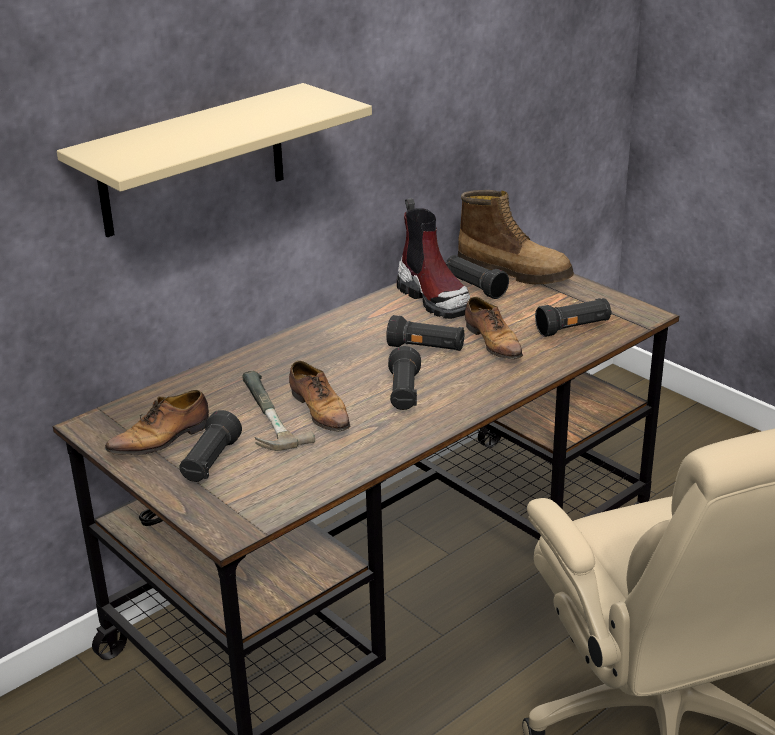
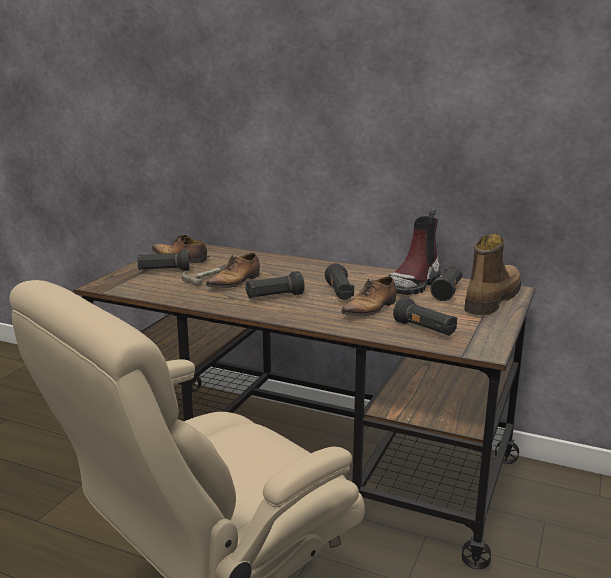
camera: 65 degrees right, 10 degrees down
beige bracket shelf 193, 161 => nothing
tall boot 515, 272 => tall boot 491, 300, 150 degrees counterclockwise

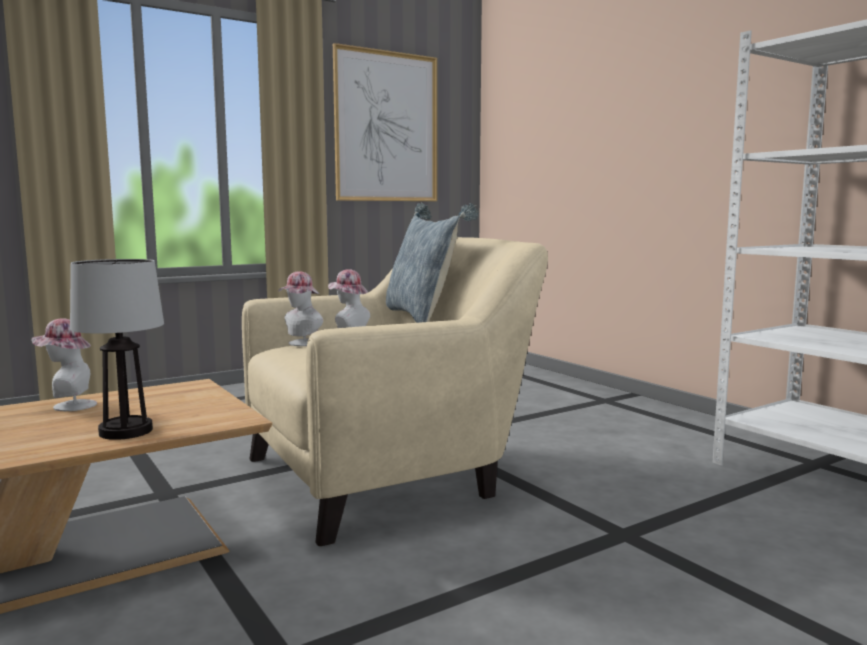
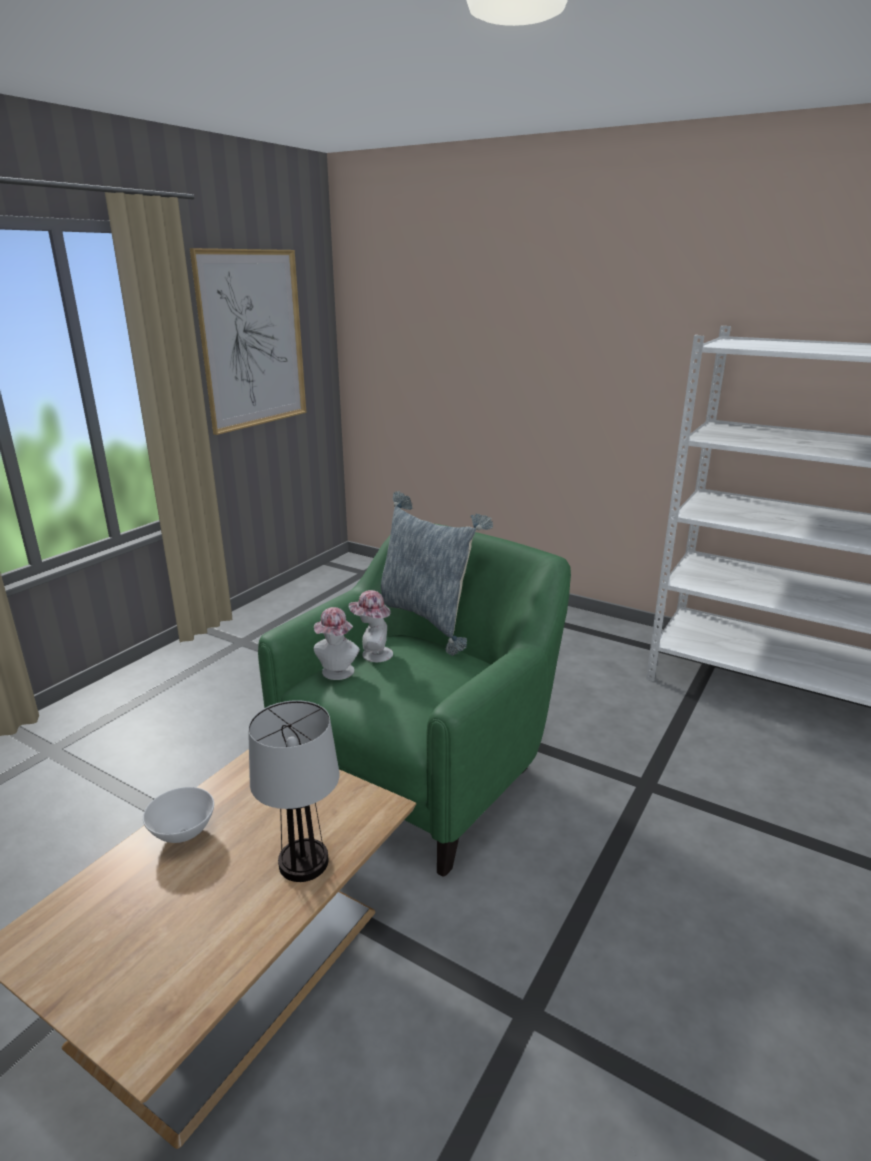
camera: 25 degrees left, 15 degrees up
wearable hat 69, 406 => white serving bowl 183, 834
beige easy chair 389, 475 => greenish easy chair 422, 764

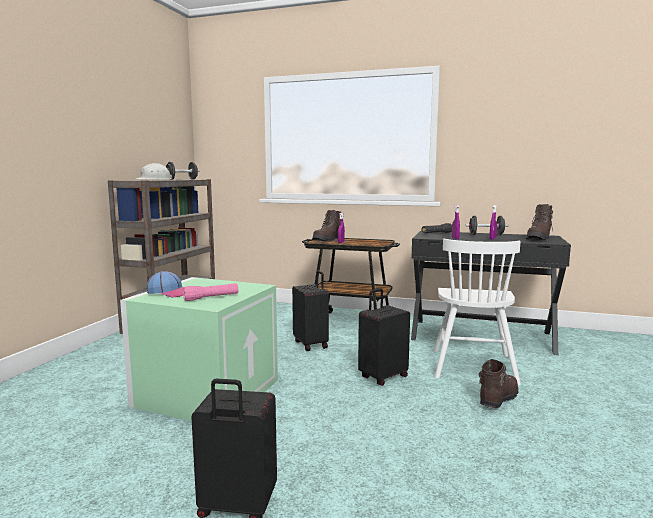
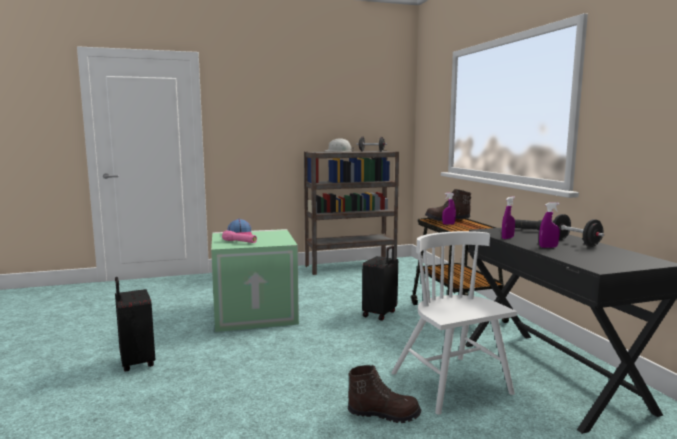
camera: 55 degrees right, 0 degrees up
black-coloured suitcase 382, 377 => nothing
white chair 472, 364 => white chair 454, 386, 90 degrees clockwise
brown-coloured tall boot 539, 238 => nothing

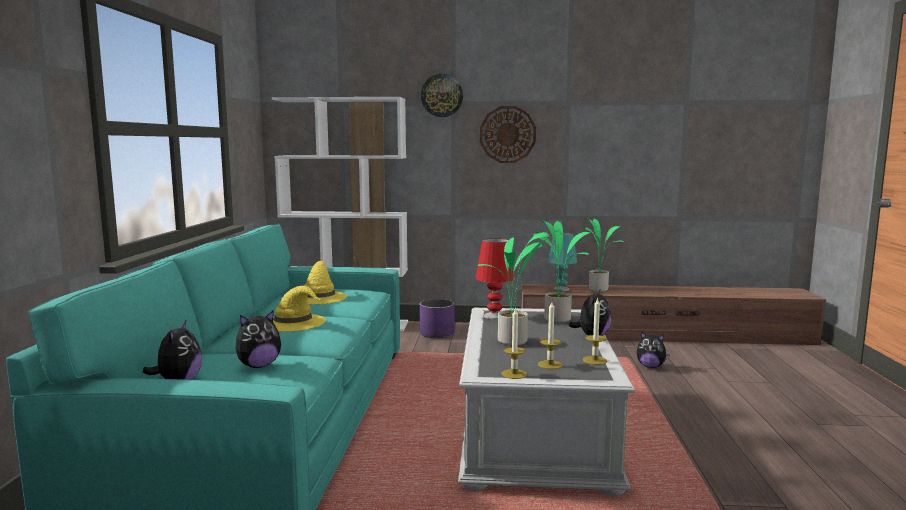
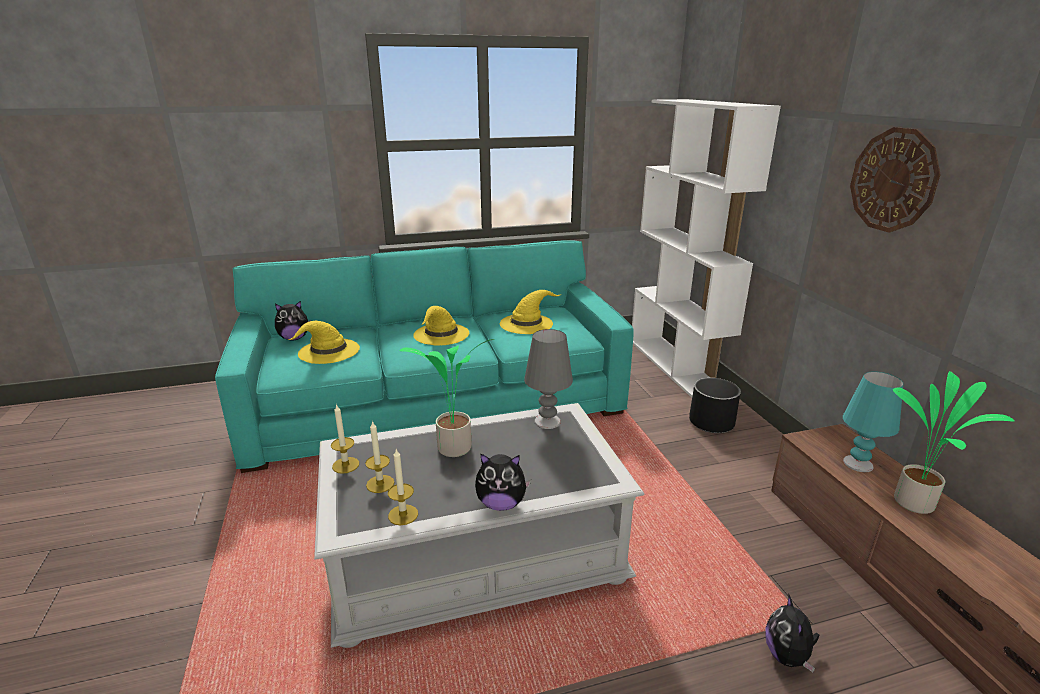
camera: 70 degrees right, 15 degrees up
plush toy 258, 366 => yellow wearable hat 328, 351
purple plant pot 437, 334 => black-coloured plant pot 712, 423
wall clock 442, 95 => nothing
red-coloured tabletop lamp 494, 316 => gray tabletop lamp 547, 421
plant in a pot 557, 319 => nothing

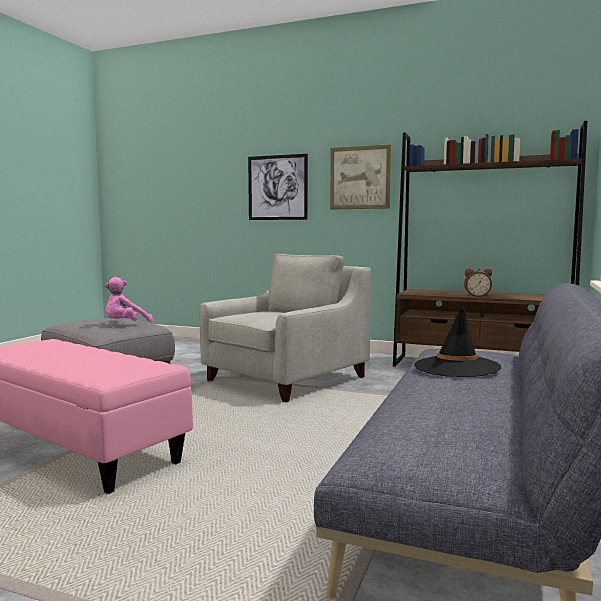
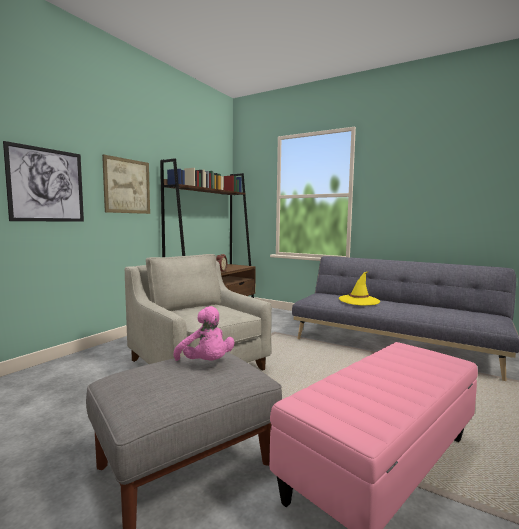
camera: 80 degrees left, 0 degrees up
black-coloured wearable hat 456, 367 => yellow wearable hat 359, 300

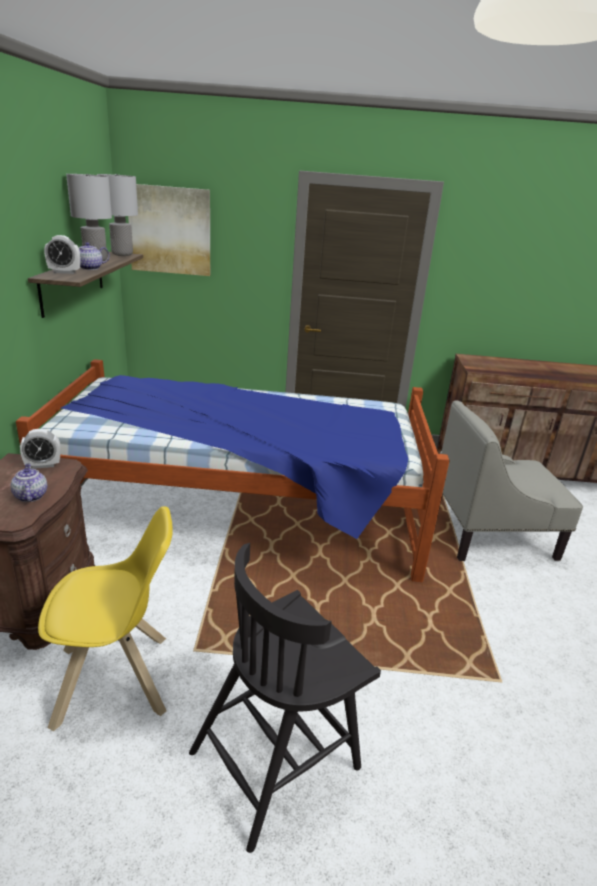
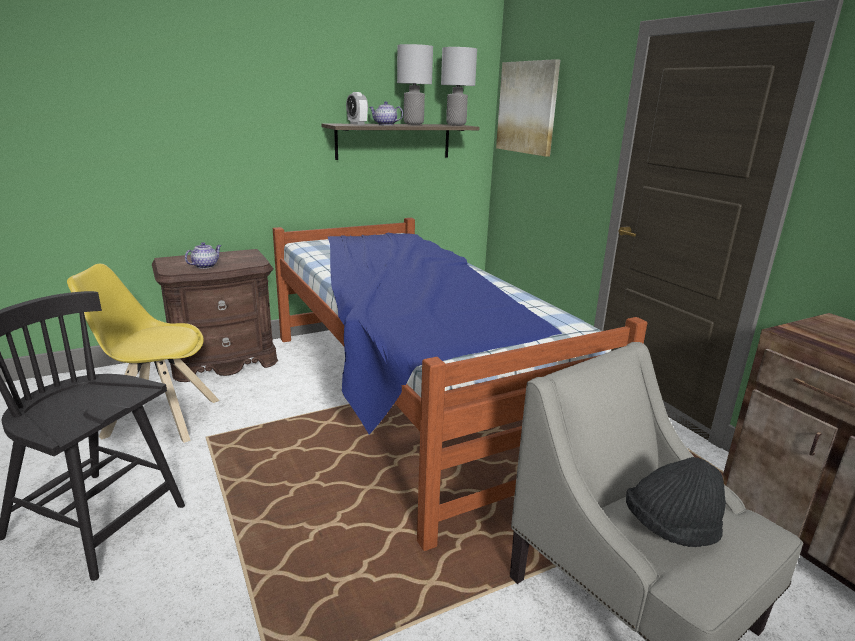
camera: 60 degrees right, 5 degrees down
bedside clock 43, 465 => nothing
yellow chair 117, 679 => yellow chair 159, 418, 135 degrees clockwise
nothing => black-coloured wearable hat 670, 528

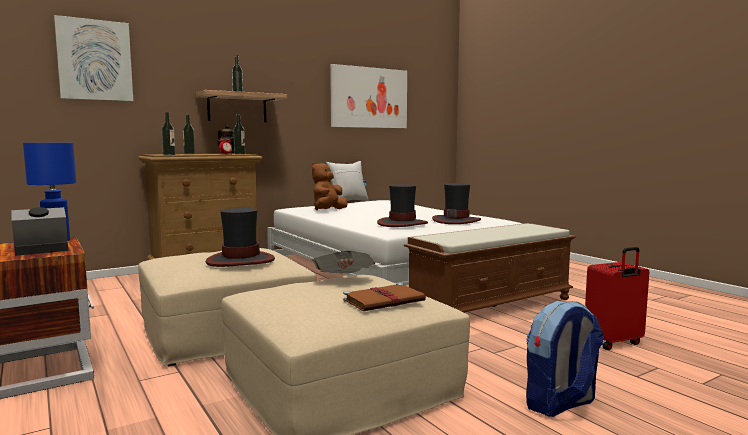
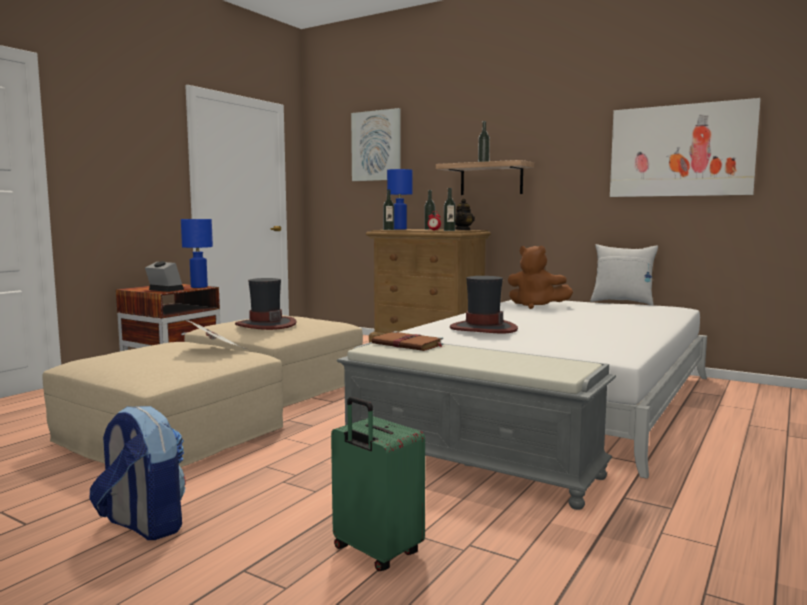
camera: 65 degrees right, 0 degrees up
brown-coloured plush toy 328, 211 => brown-coloured plush toy 536, 306, 150 degrees counterclockwise
brown-coloured volume 385, 300 => brown-coloured volume 408, 344, shifted
brown-coloured bench 491, 305 => gray bench 470, 463
wearable hat 456, 220 => nothing
red-coloured suitcase 613, 343 => greenish suitcase 375, 552
nothing => blue-coloured tabletop lamp 399, 229

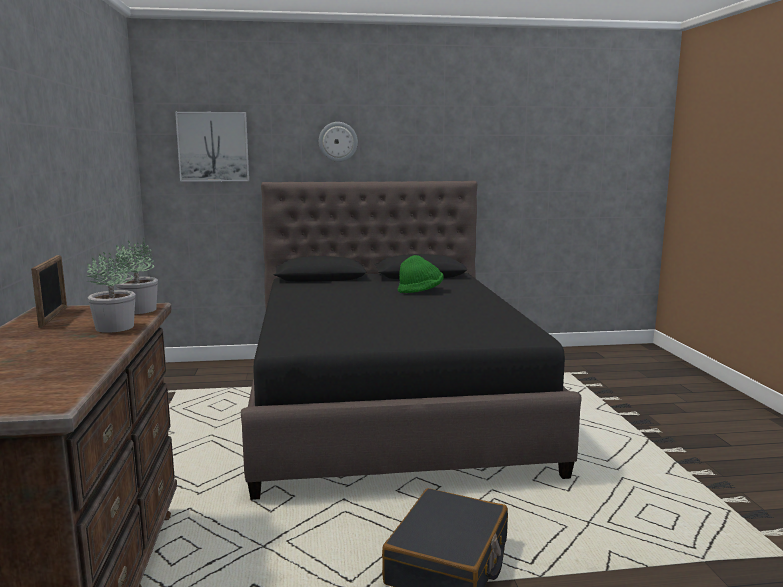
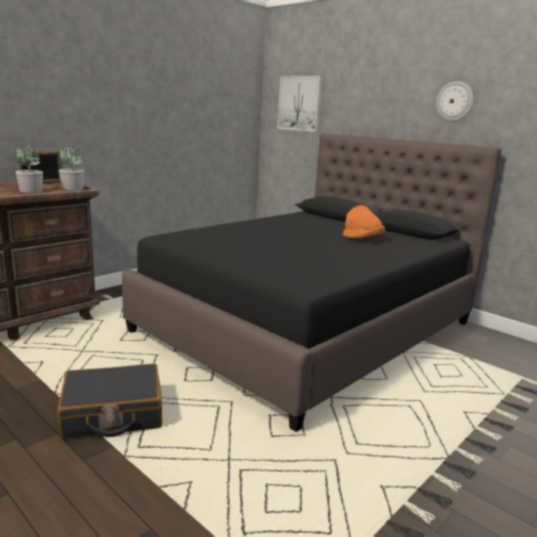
camera: 50 degrees right, 5 degrees up
wall clock 338, 141 => wall clock 455, 101, shifted
greenish wearable hat 420, 291 => orangey wearable hat 362, 239

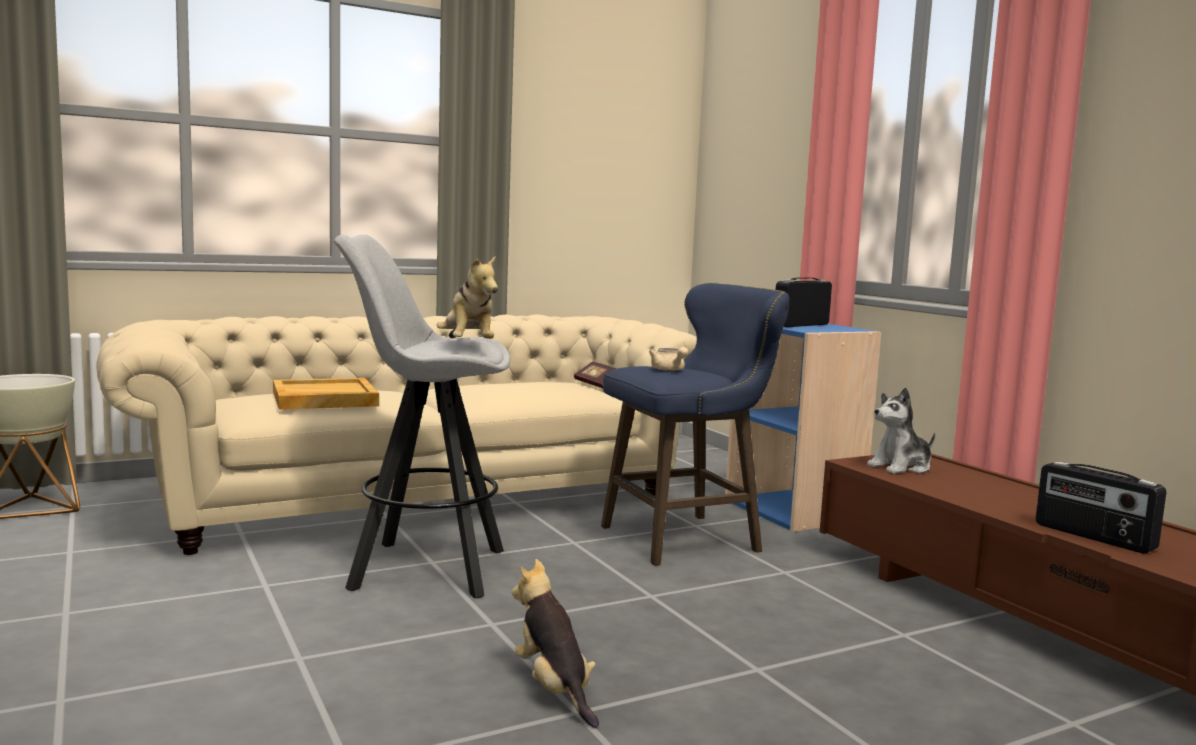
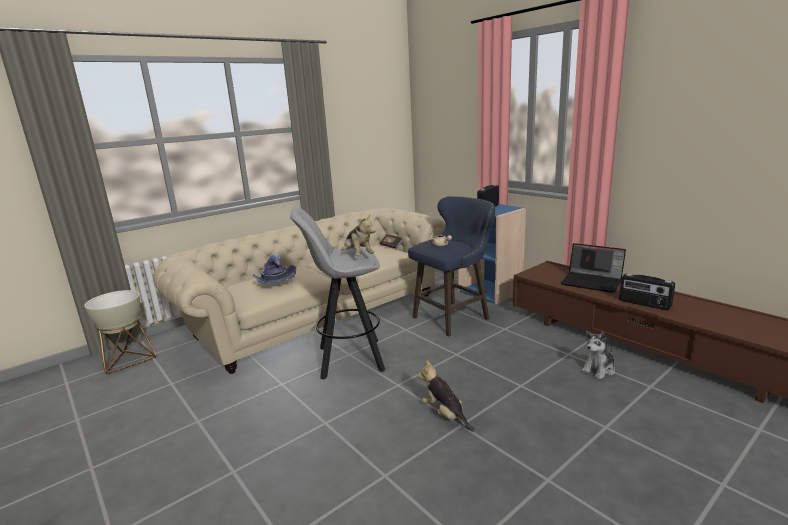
camera: 10 degrees left, 10 degrees up
beige serving tray 323, 399 => purple wearable hat 274, 283
plush toy 901, 467 => plush toy 599, 370, shifted
nothing => notebook computer 592, 282

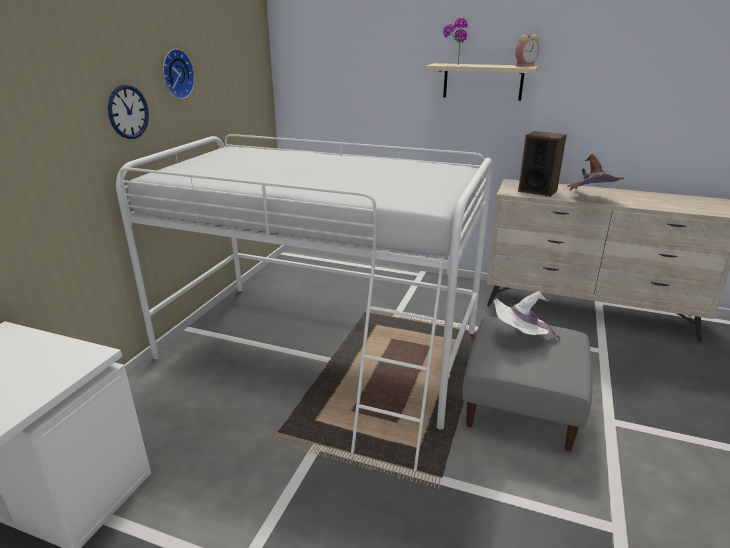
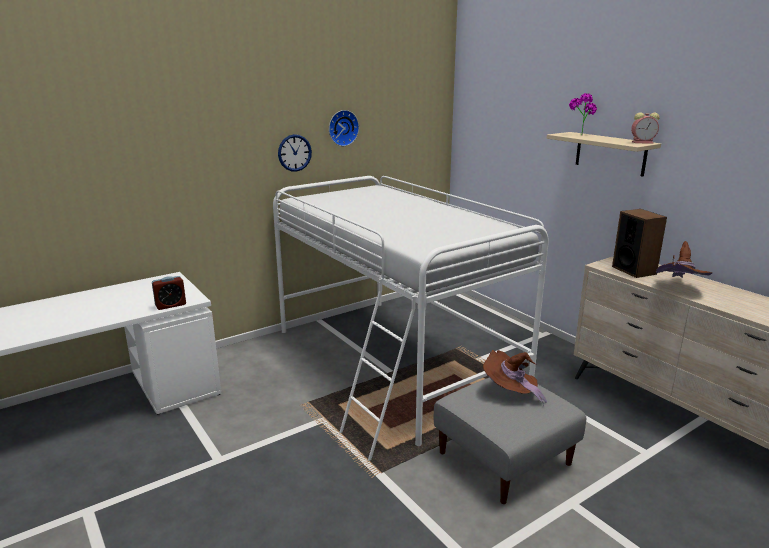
camera: 35 degrees right, 5 degrees down
white wearable hat 519, 337 => brown-coloured wearable hat 511, 392
nothing => bedside clock 170, 305

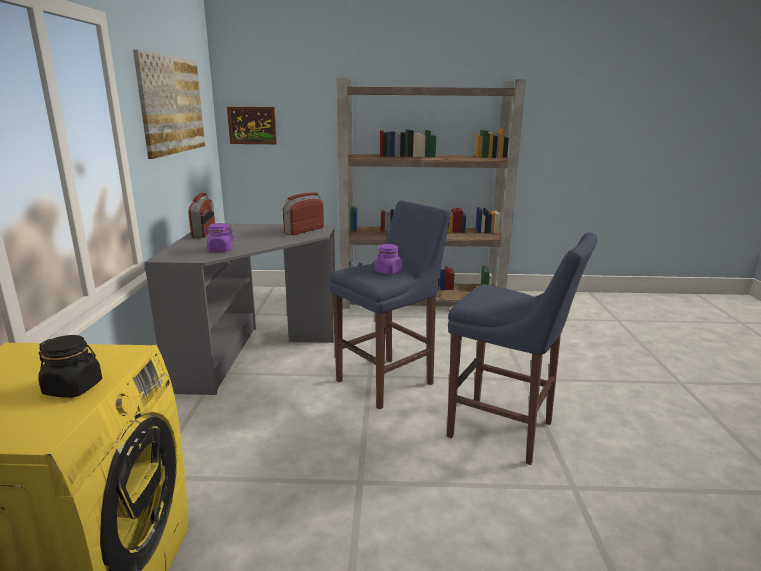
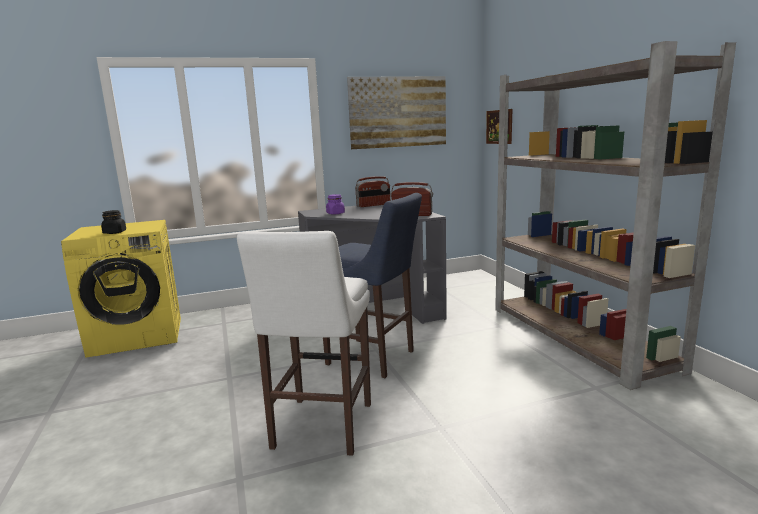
camera: 70 degrees right, 5 degrees down
purple jar 388, 271 => nothing
blue-coloured stool 506, 431 => white stool 320, 428

